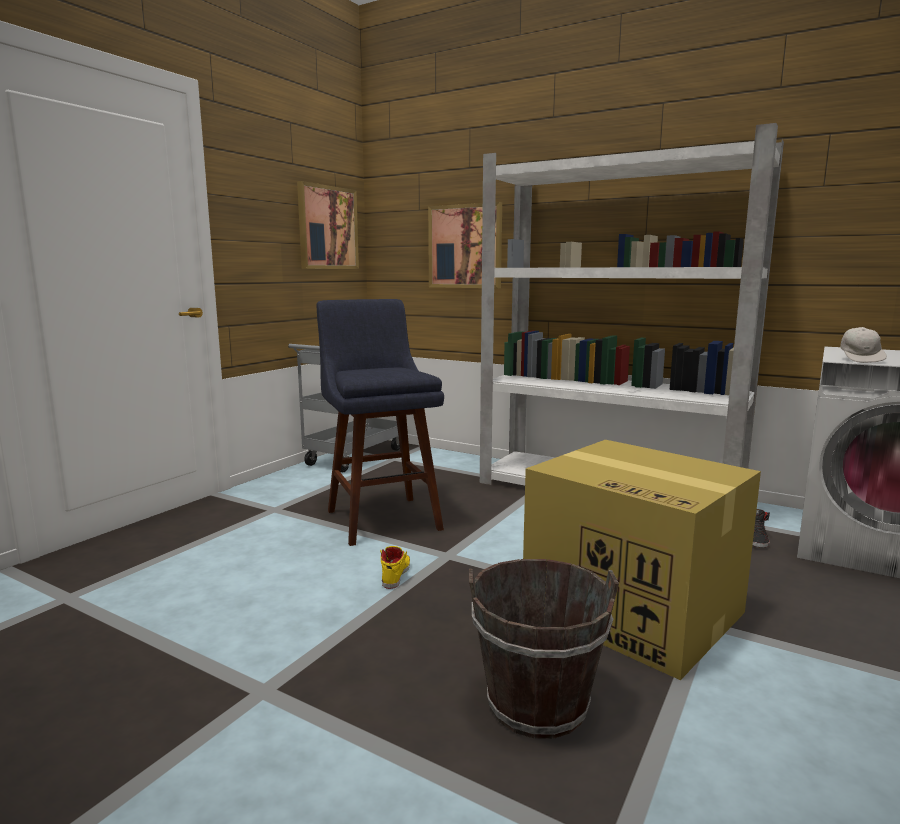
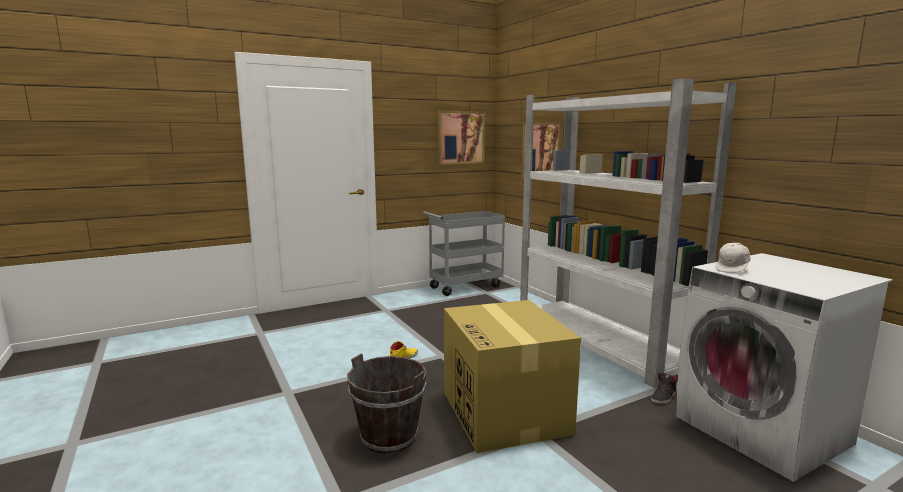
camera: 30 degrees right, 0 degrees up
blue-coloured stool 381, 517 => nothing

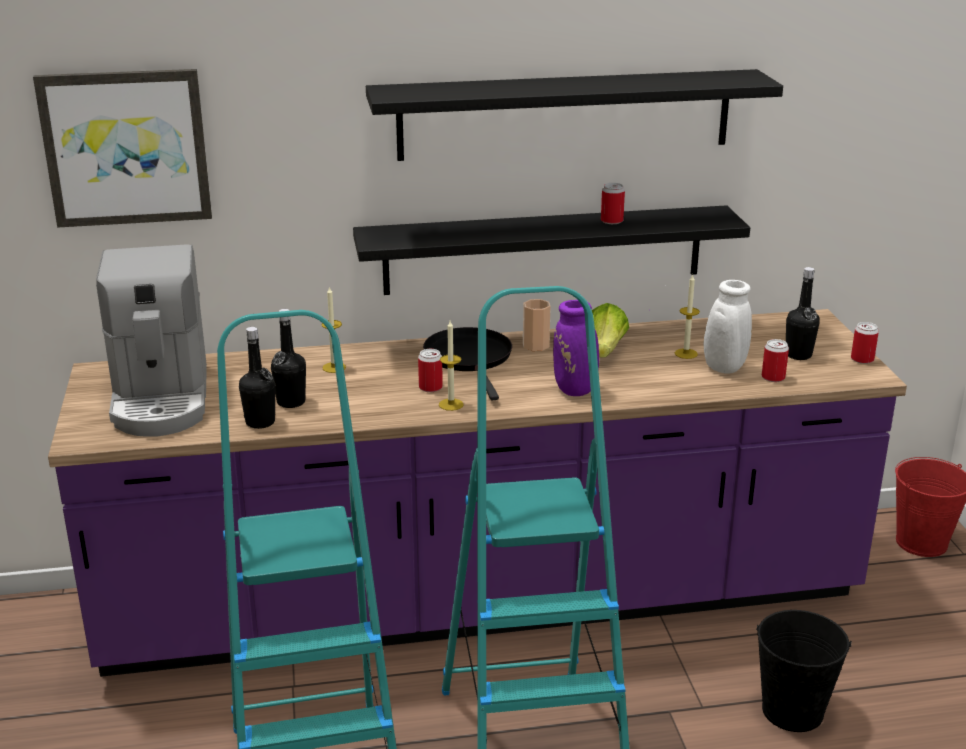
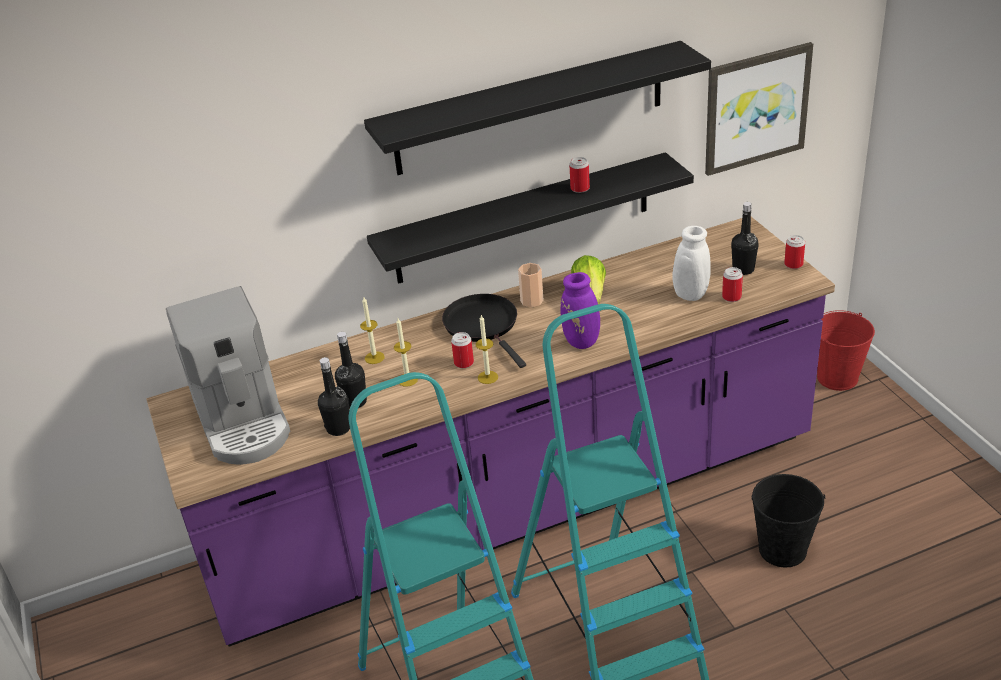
camera: 10 degrees left, 10 degrees up
wall art 126, 147 => wall art 756, 108, shifted
wax light 686, 353 => wax light 407, 380, shifted

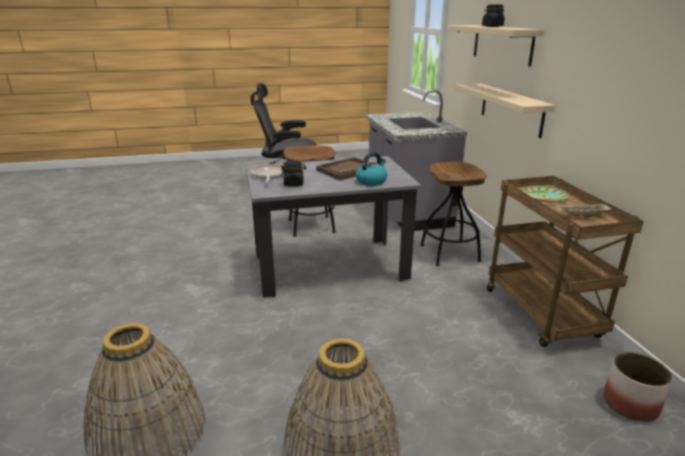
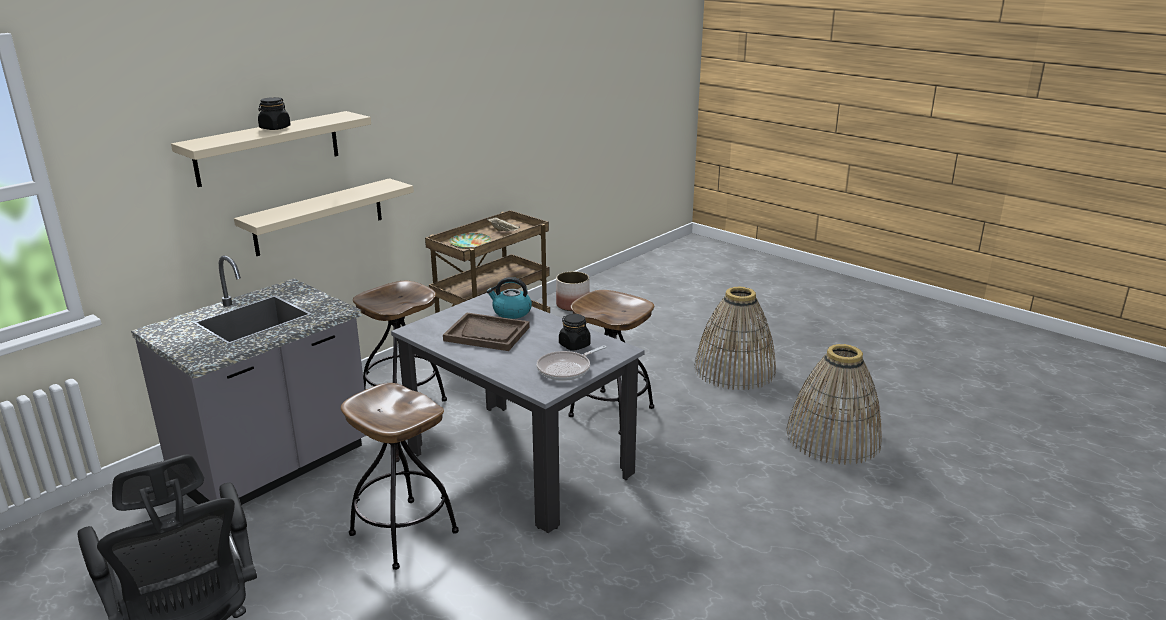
camera: 125 degrees left, 0 degrees up
nothing => brown-coloured stool 612, 411

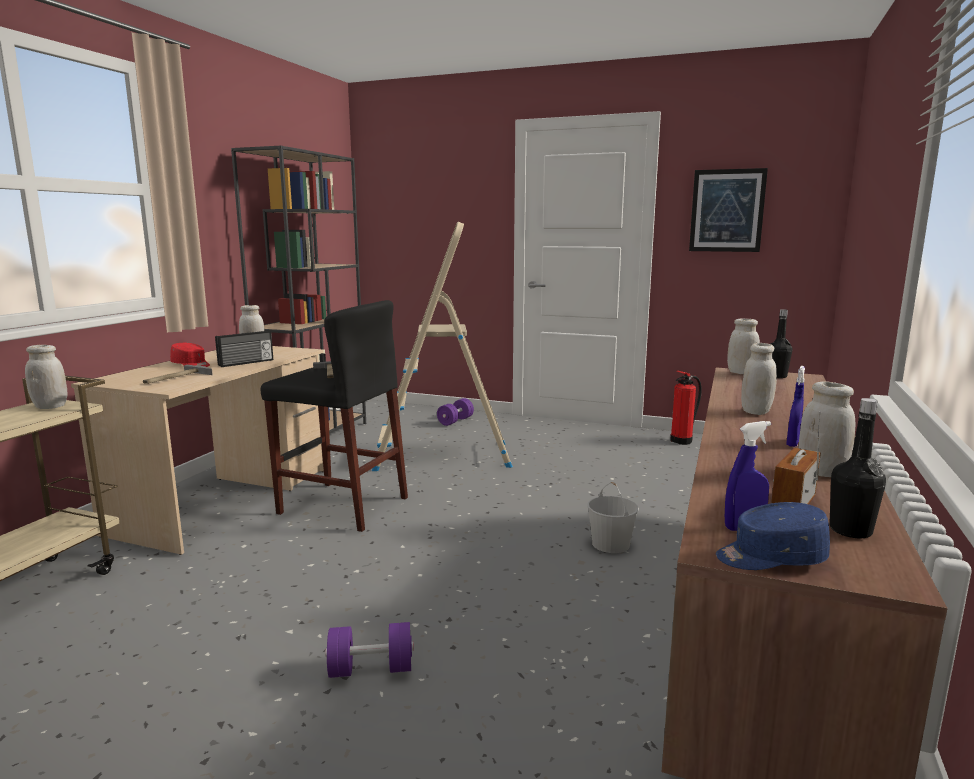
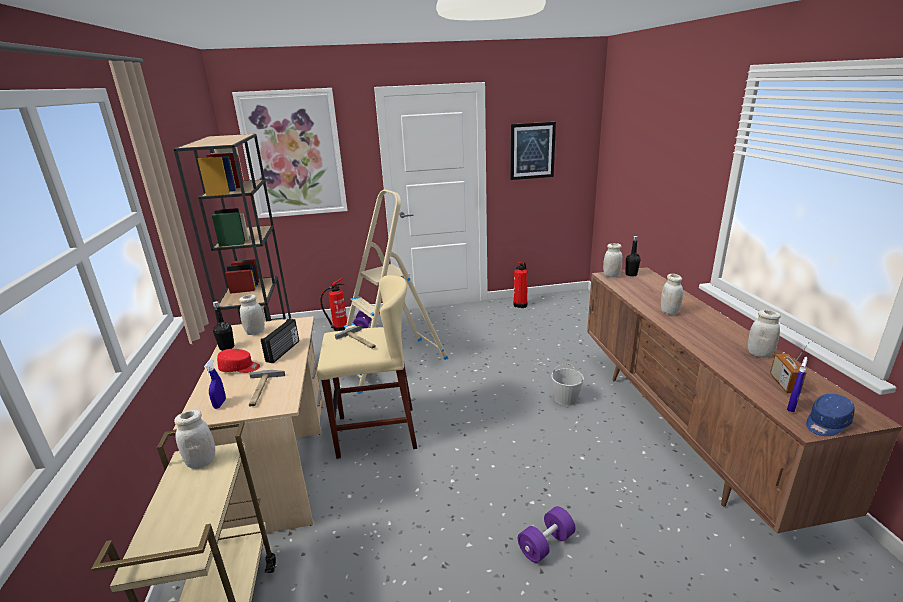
camera: 30 degrees left, 10 degrees up
black-coloured stool 343, 505 => beige stool 376, 432
blue-coloured hand sprayer 792, 443 => blue-coloured hand sprayer 220, 404, shifted
black-coloured beverage bottle 850, 530 => black-coloured beverage bottle 227, 347, shifted
nothing => wall art 293, 154
nothing => fire-fighting cylinder 339, 328

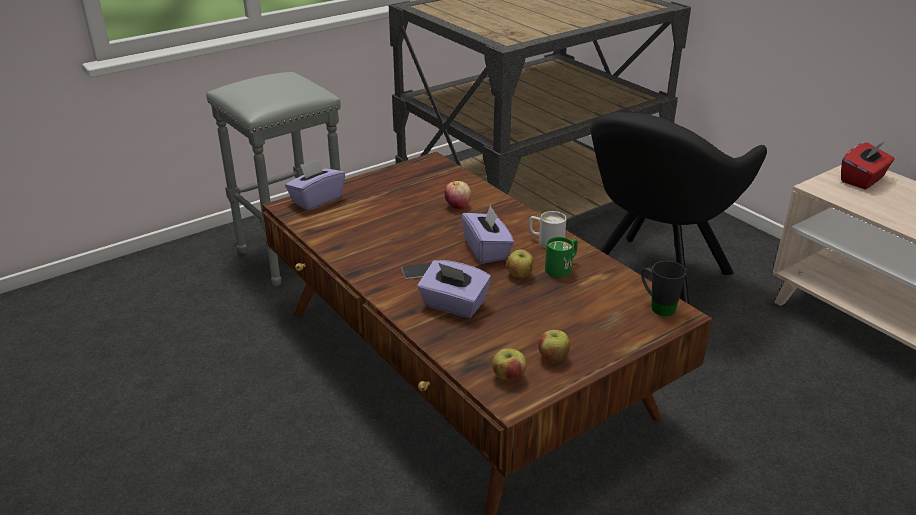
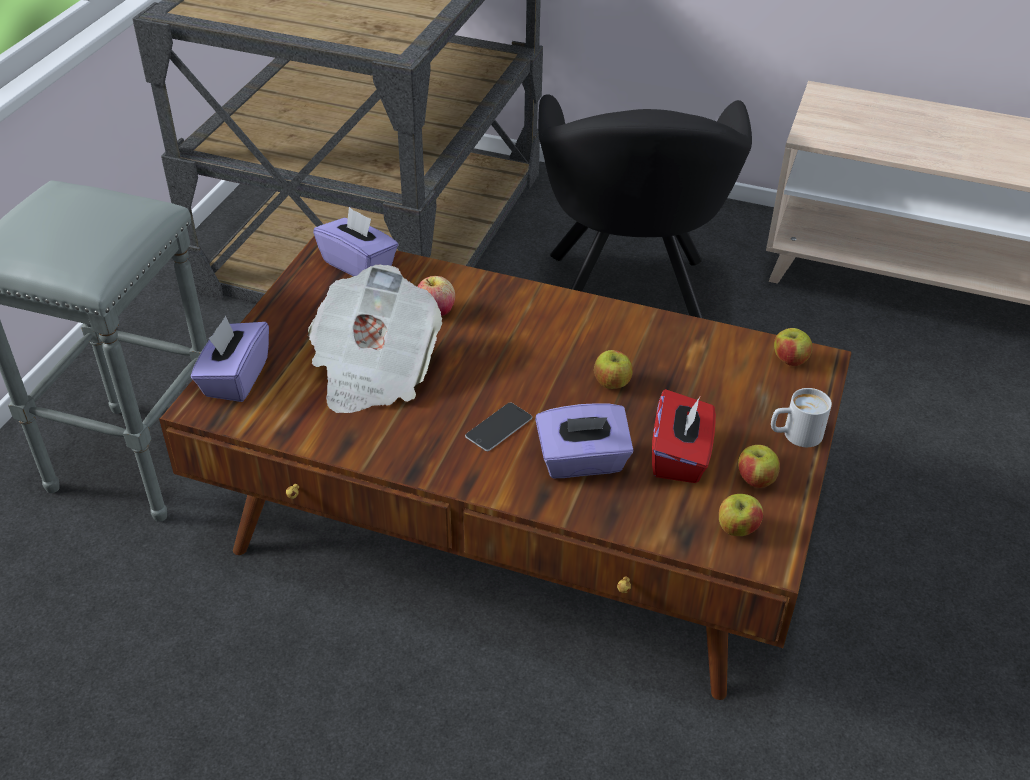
camera: 35 degrees left, 10 degrees up
purple tissue holder 487, 250 => purple tissue holder 359, 264, shifted
white mug 545, 242 => white mug 794, 435, shifted
greenish mug 562, 268 => nothing
black-coloured mug 657, 306 => apple 789, 360
red-coloured tissue holder 862, 180 => red-coloured tissue holder 680, 456, shifted
nothing => printed paper 373, 370

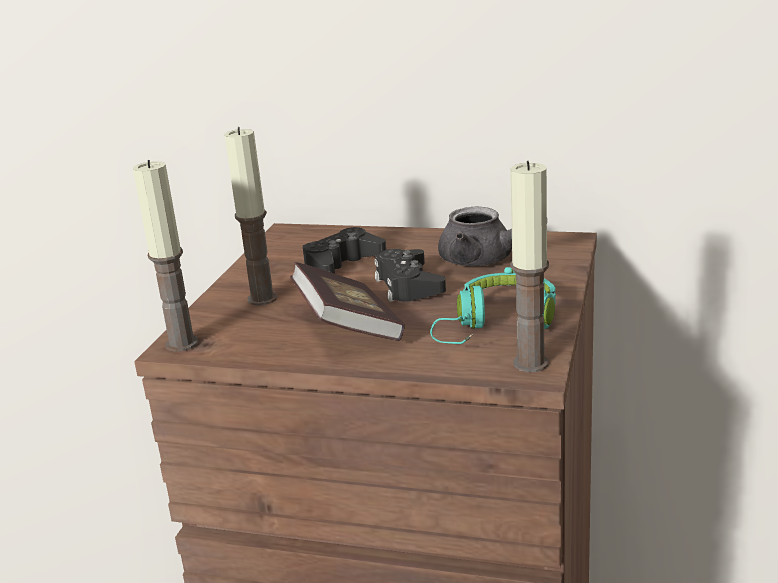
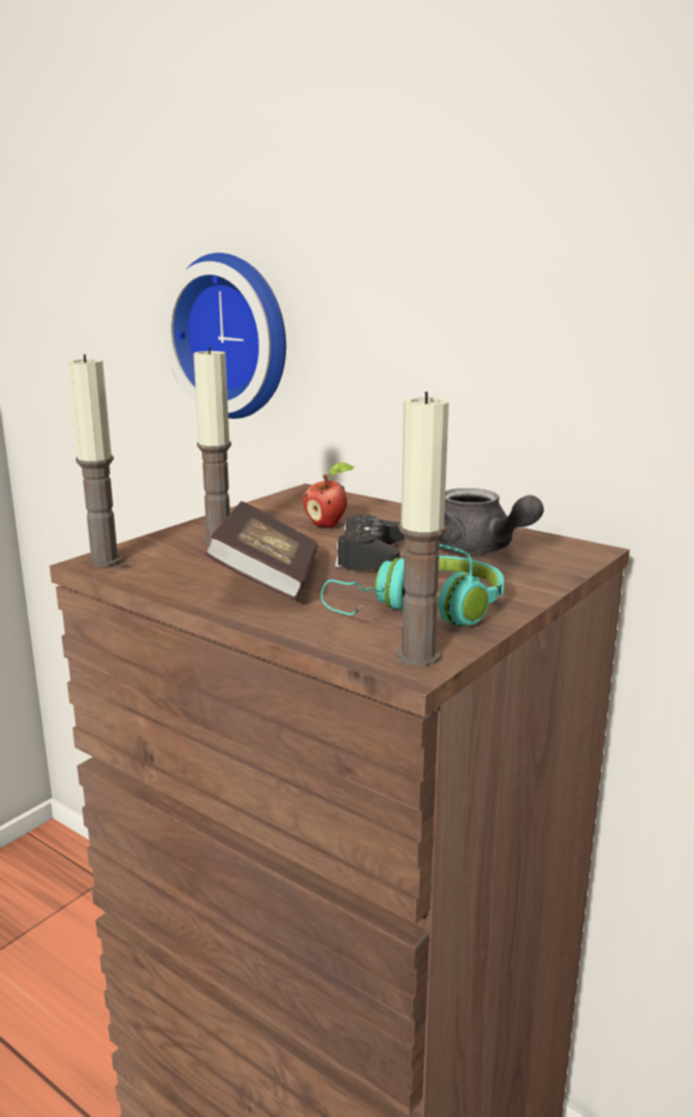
camera: 20 degrees right, 5 degrees down
black-coloured gamepad 342, 263 => apple 328, 525
nothing => wall clock 235, 336

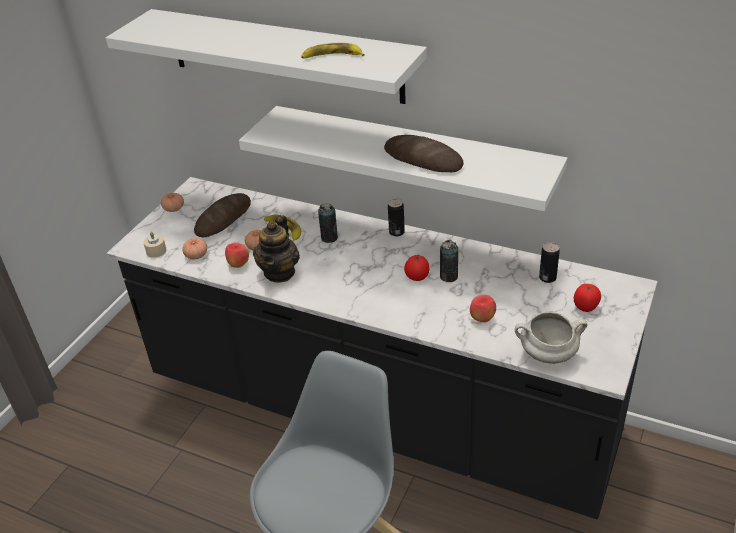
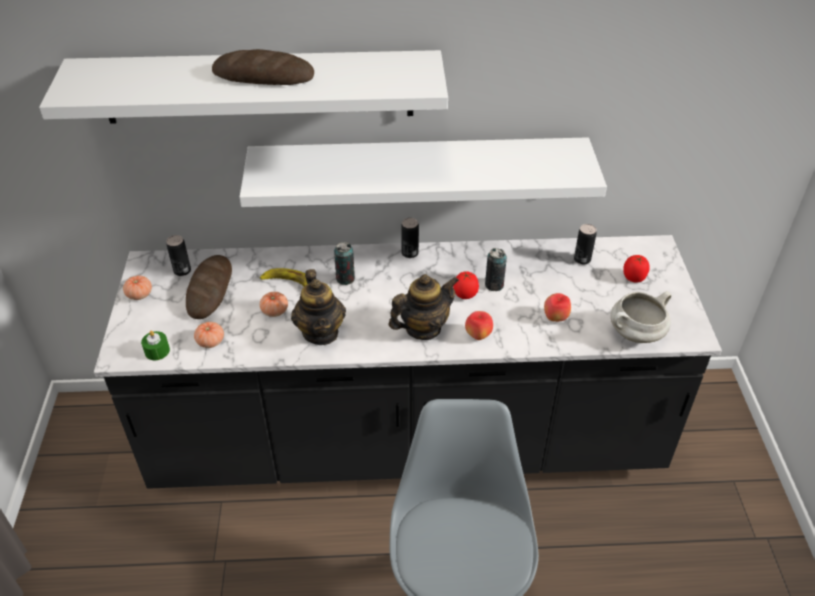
camera: 30 degrees left, 5 degrees up
beige wax light 156, 251 => greenish wax light 157, 351
apple 238, 265 => apple 478, 335, shifted
banana fruit 332, 56 => nothing
bread 423, 159 => bread 263, 76, shifted
nothing => sealed can 182, 271
nothing => teapot 423, 328

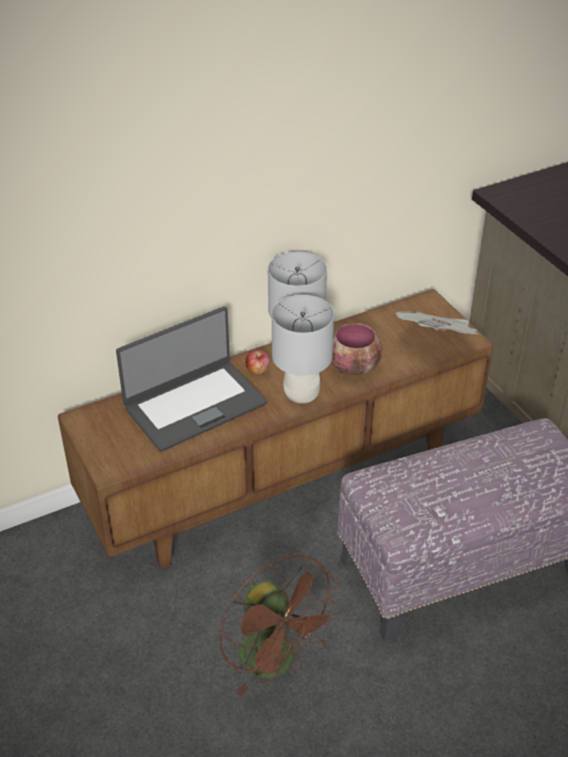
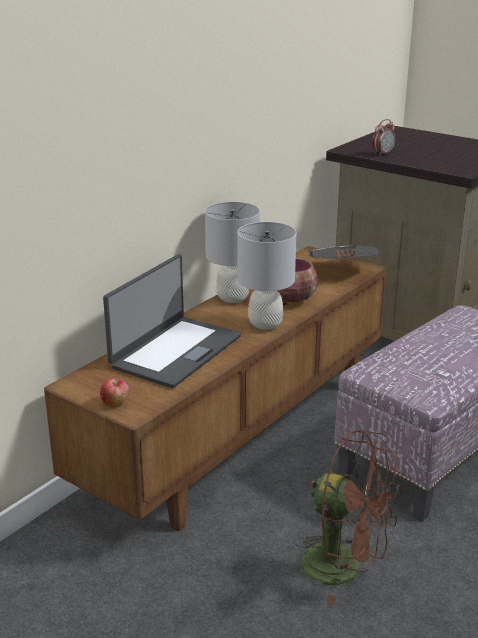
camera: 25 degrees left, 15 degrees down
apple 257, 370 => apple 115, 402, shifted
nothing => bedside clock 382, 154

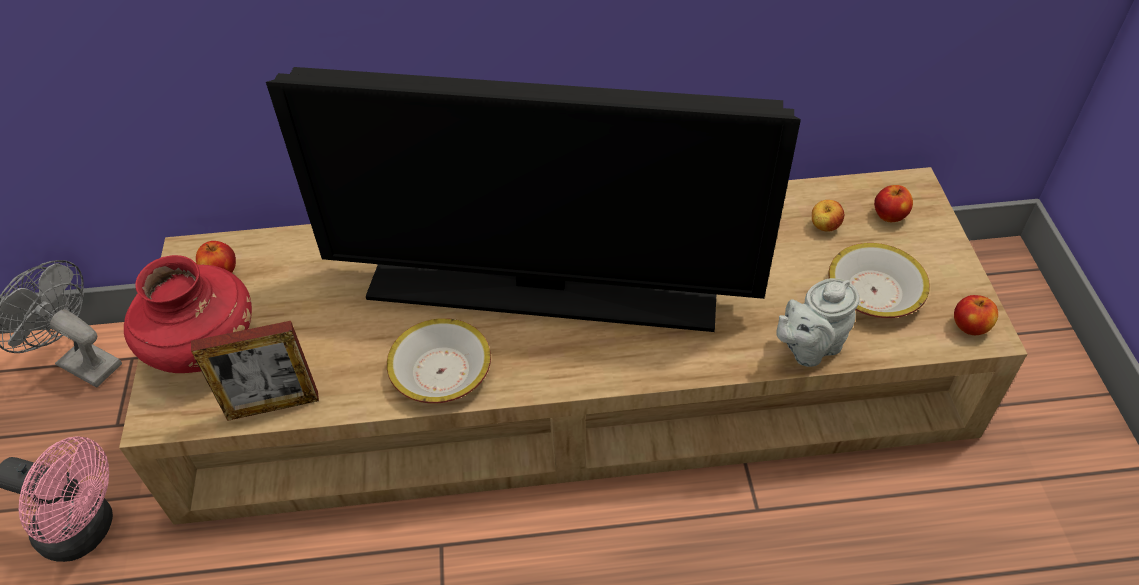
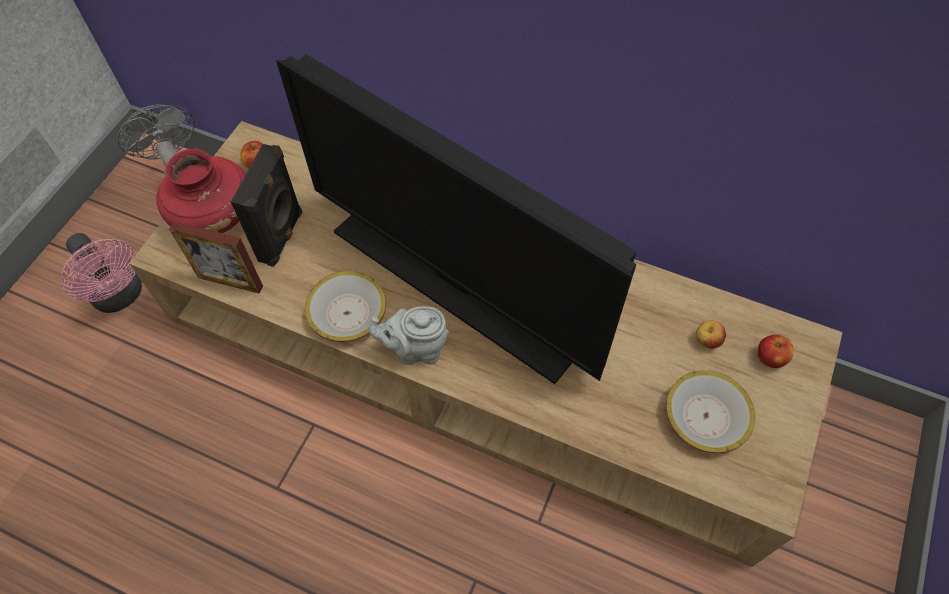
camera: 30 degrees right, 10 degrees up
gray teapot 809, 347 => gray teapot 416, 349, shifted
apple 970, 327 => nothing
nothing => black-coloured audio speaker 282, 236

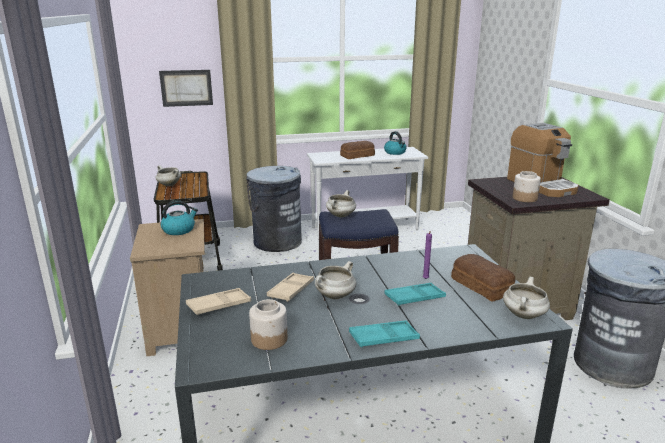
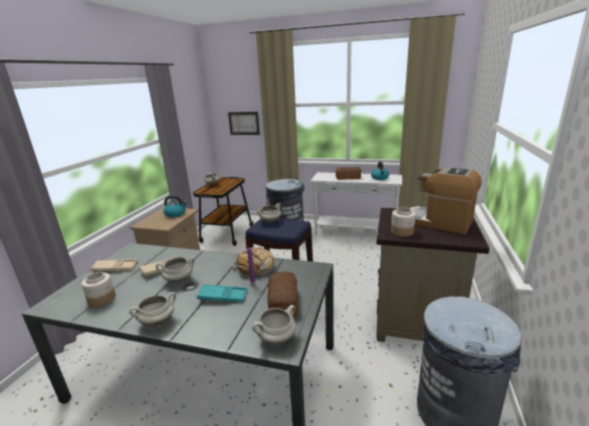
camera: 30 degrees right, 0 degrees up
turquoise-coloured serving tray 384, 338 => white stockpot 158, 321
coffee maker 541, 185 => coffee maker 438, 222, 120 degrees clockwise
nothing => bread 255, 268

